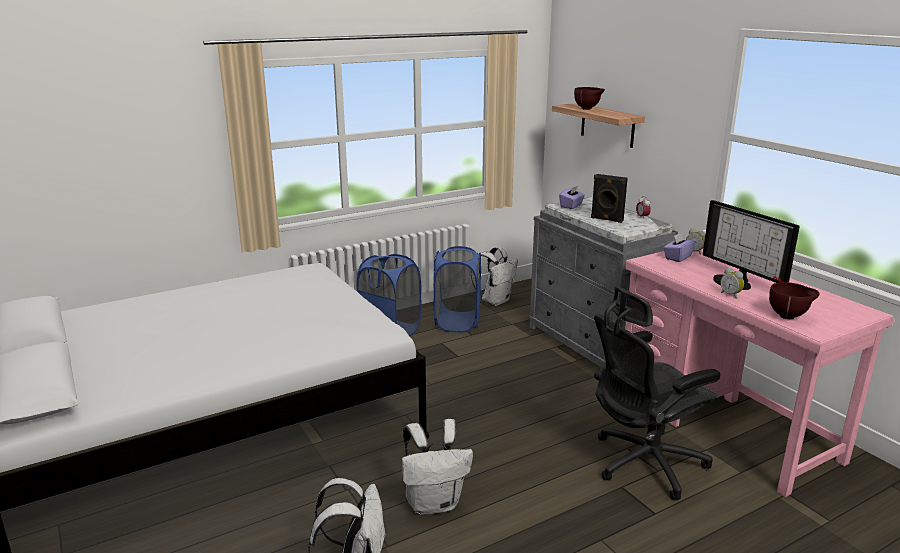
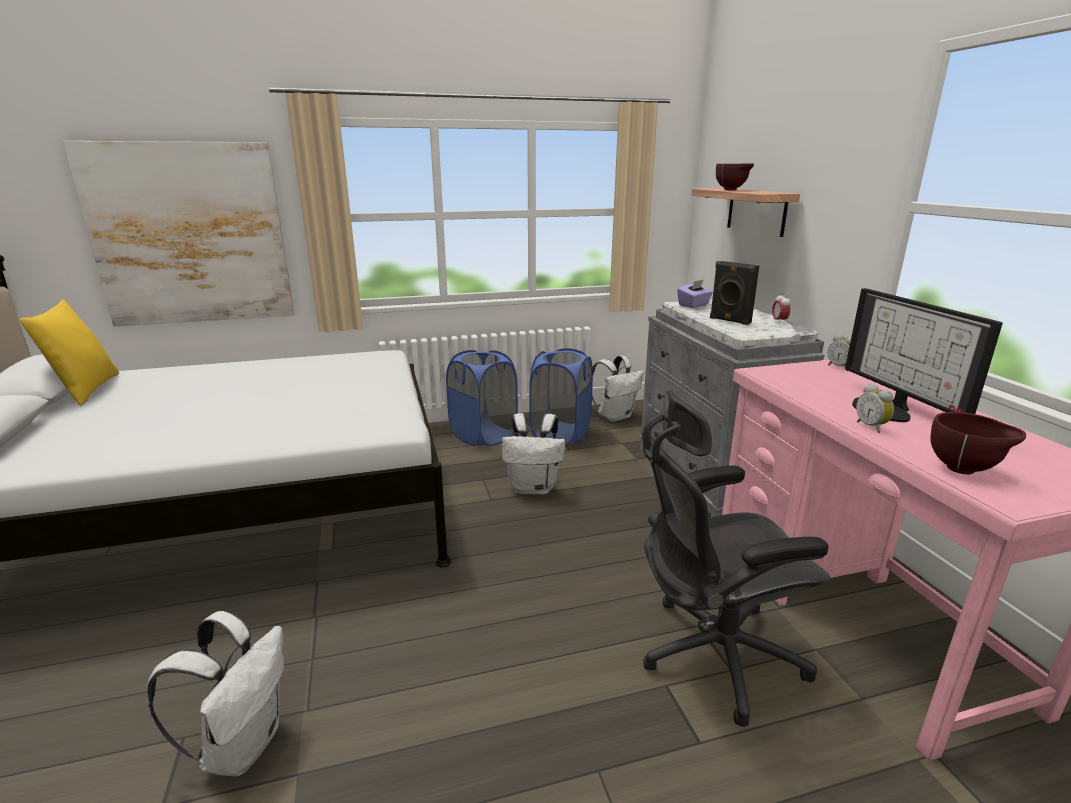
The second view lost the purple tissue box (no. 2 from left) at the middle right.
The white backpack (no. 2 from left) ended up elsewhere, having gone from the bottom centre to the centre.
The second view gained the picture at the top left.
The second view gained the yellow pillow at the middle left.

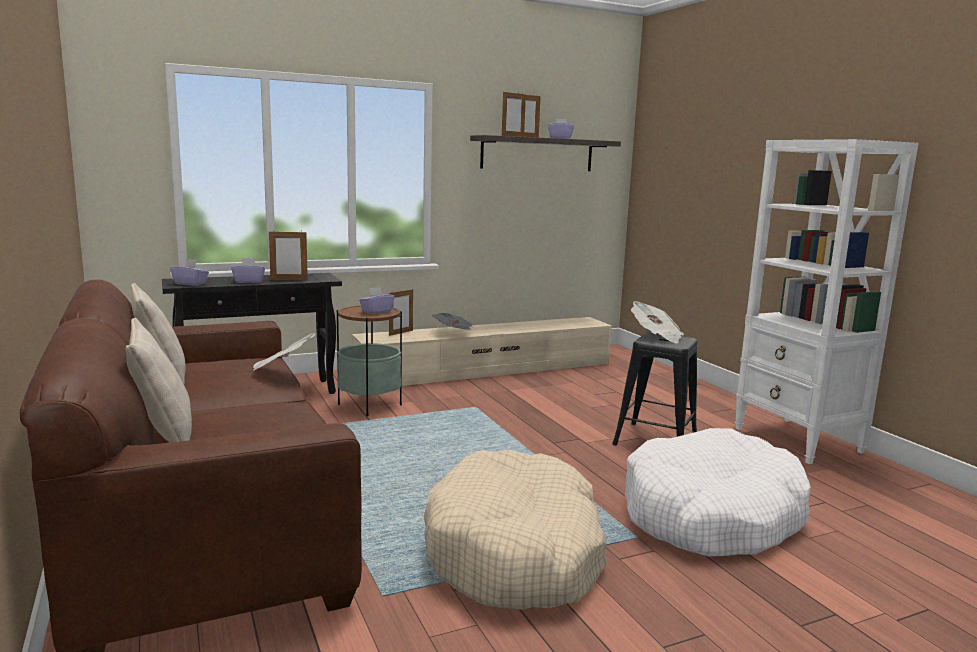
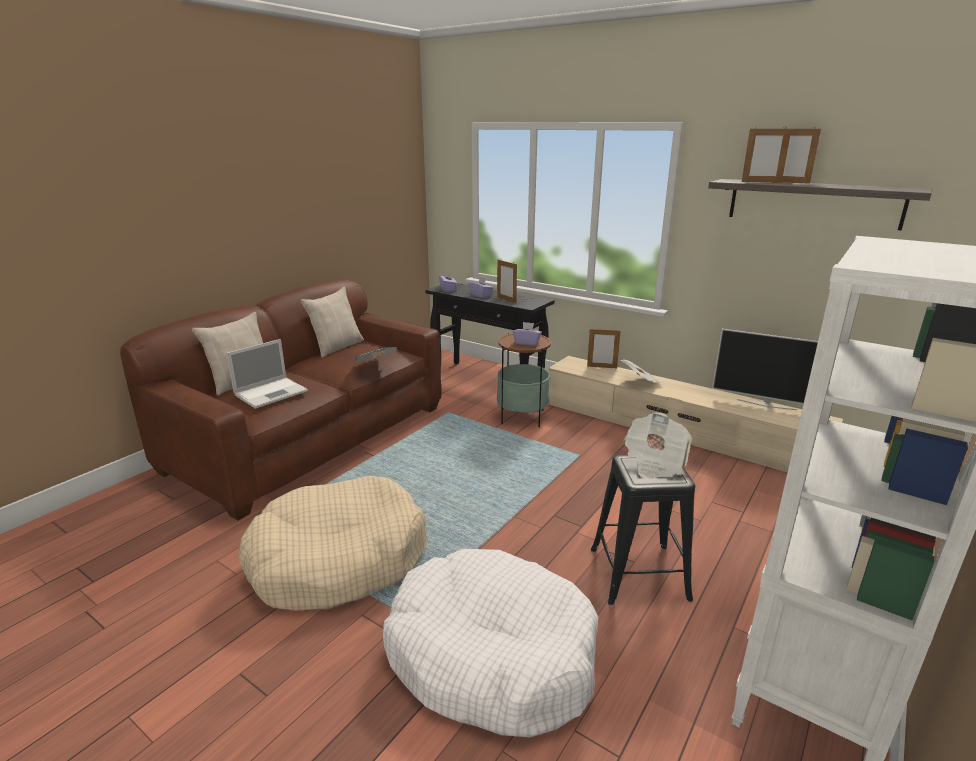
The second view lost the purple tissue box (no. 4 from left) at the top centre.
The second view gained the television at the middle right.
The second view gained the laptop at the middle left.

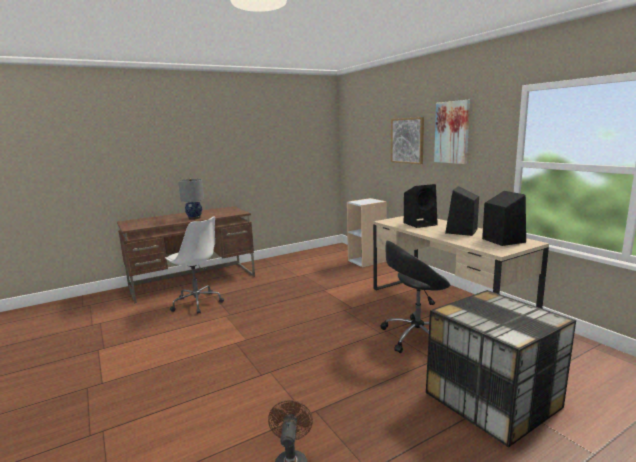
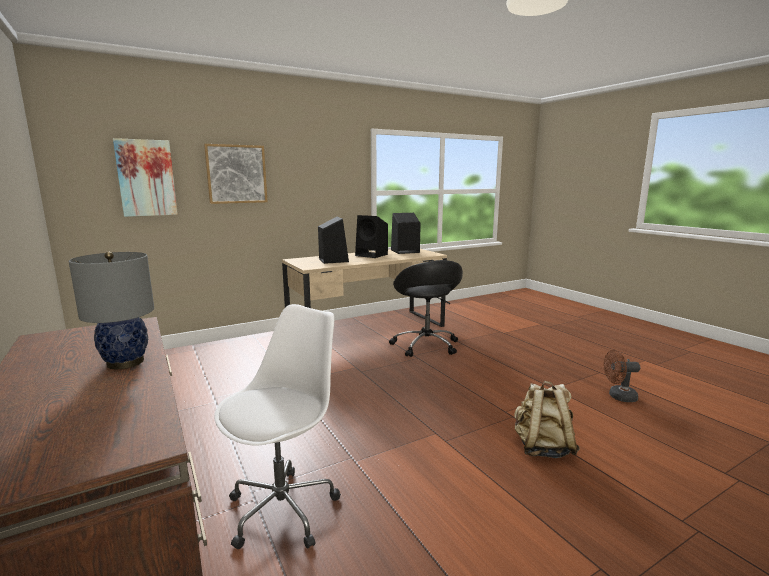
The picture (no. 2 from left in the first image) ended up elsewhere, having gone from the top right to the top left.
The second view lost the bookcase at the centre.
The second view lost the storage box at the bottom right.
The second view gained the beige backpack at the bottom right.

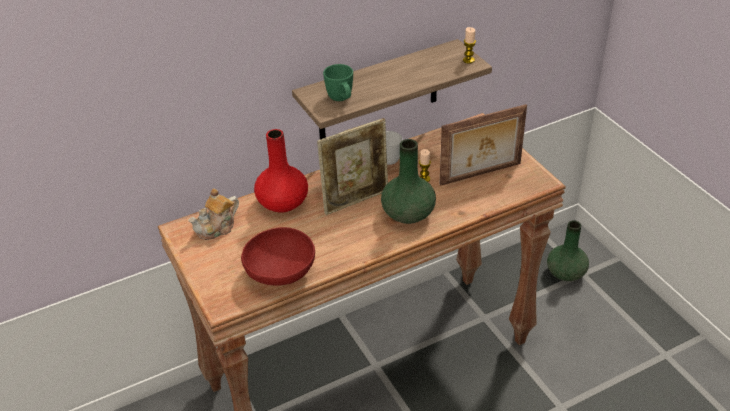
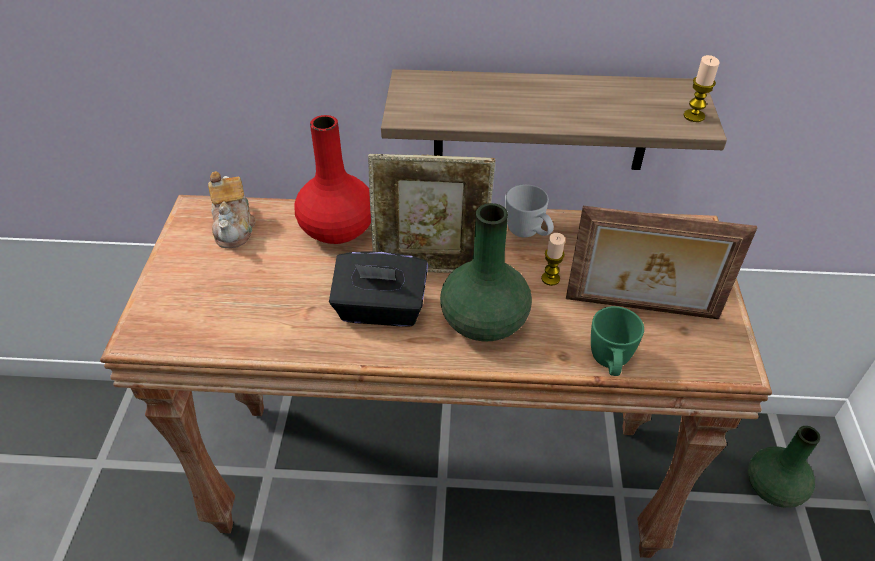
The green mug ended up elsewhere, having gone from the top centre to the middle right.
The teapot at the middle left ended up facing another way, 90 degrees counterclockwise from before.
The second view lost the red bowl at the centre.
The second view gained the black tissue box at the centre.

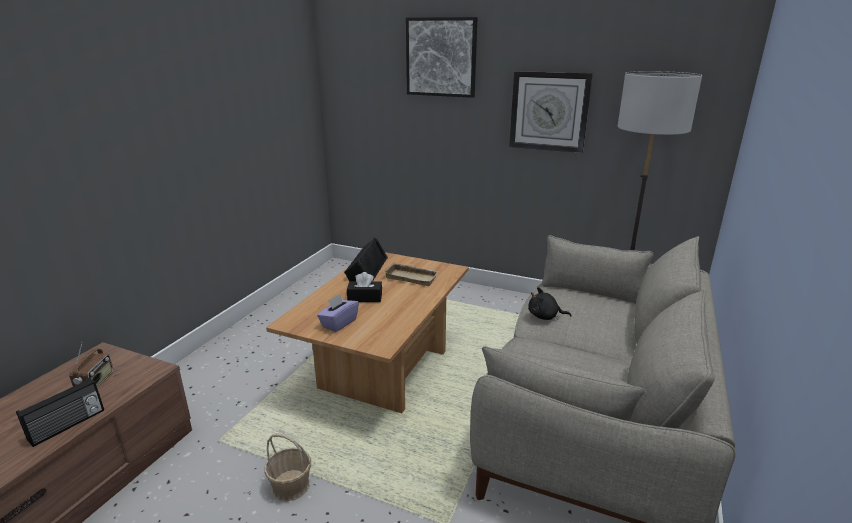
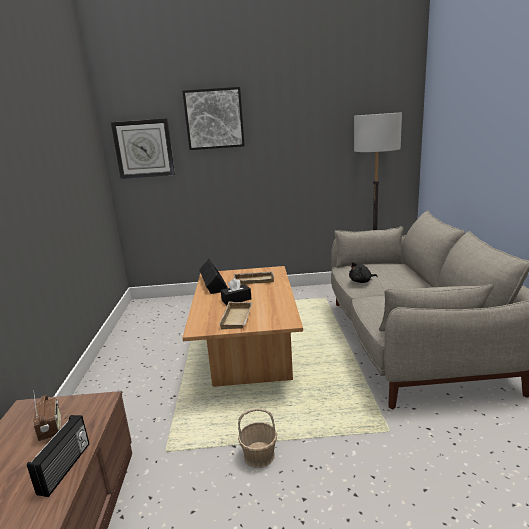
The wall clock ended up elsewhere, having gone from the top centre to the top left.
Where the purple tissue box stood at the centre, the beige tray (no. 1 from left) came to stand at the centre.

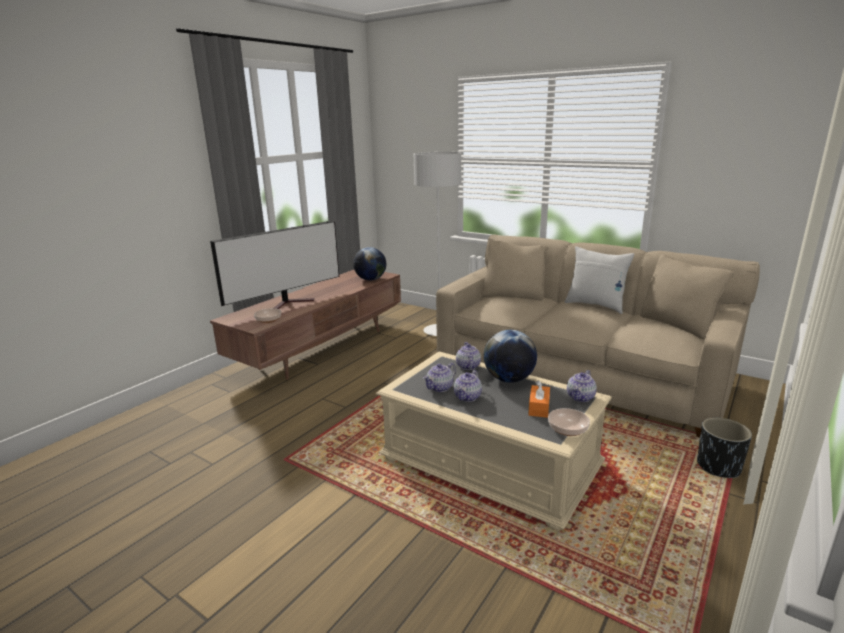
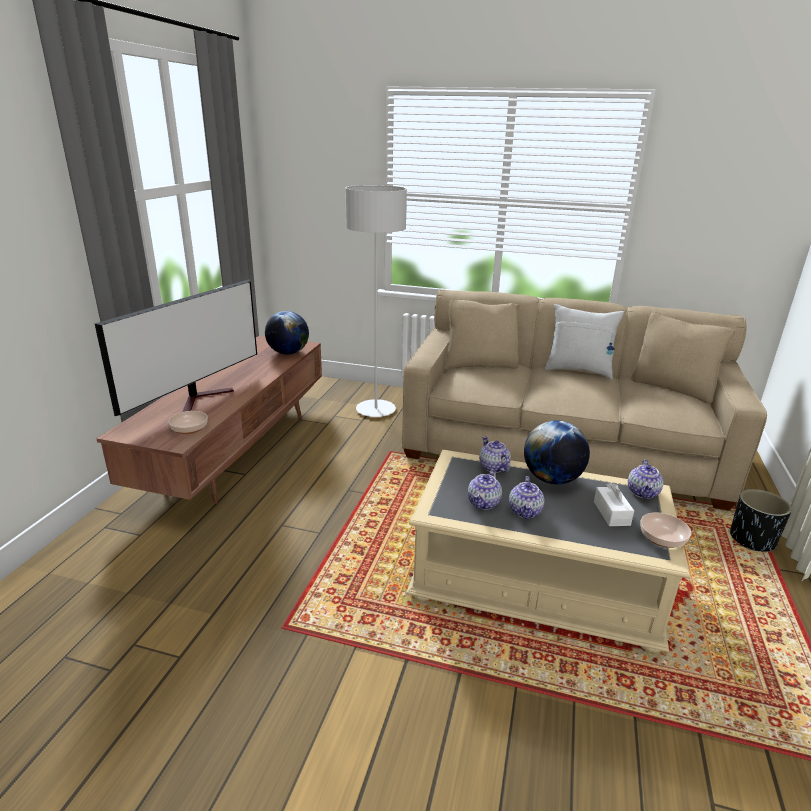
What was the orange tissue box at the centre turned into the white tissue box at the middle right.

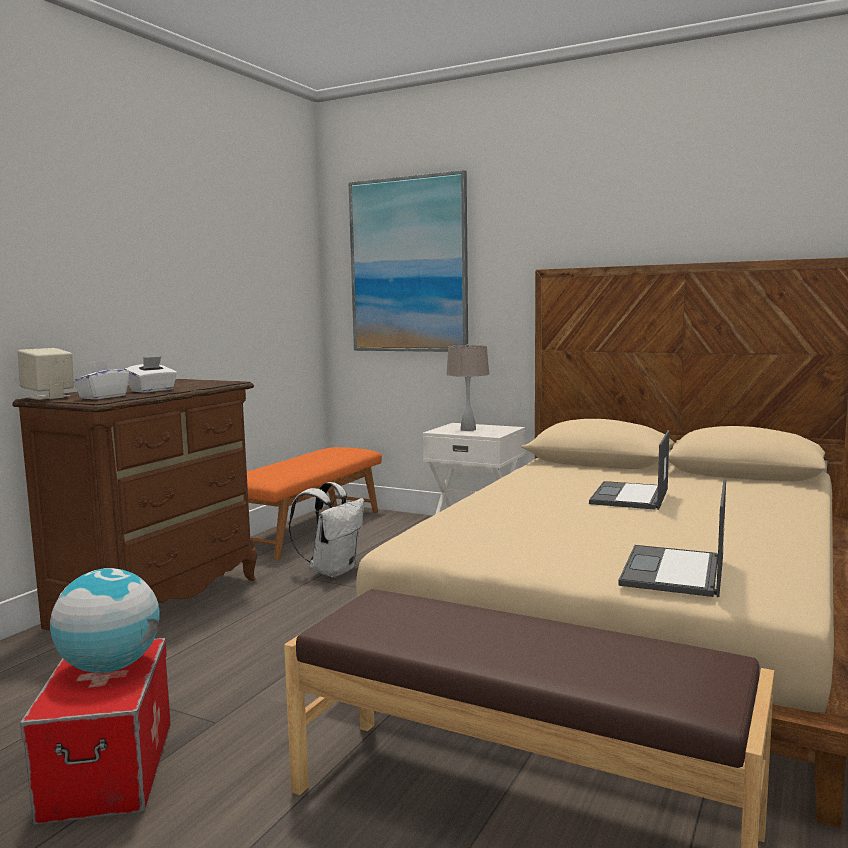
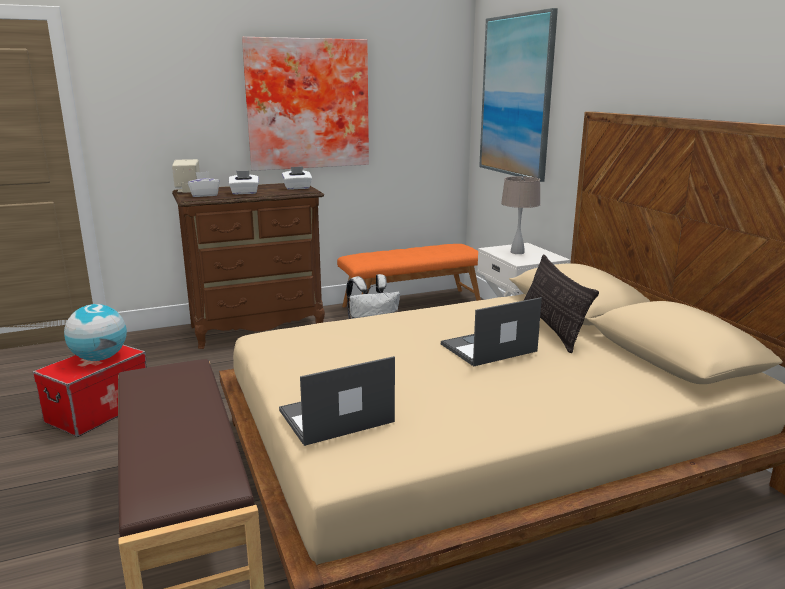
The second view gained the picture (no. 1 from left) at the top centre.
The second view gained the white tissue box (no. 3 from left) at the top centre.
The second view gained the pillow at the middle right.

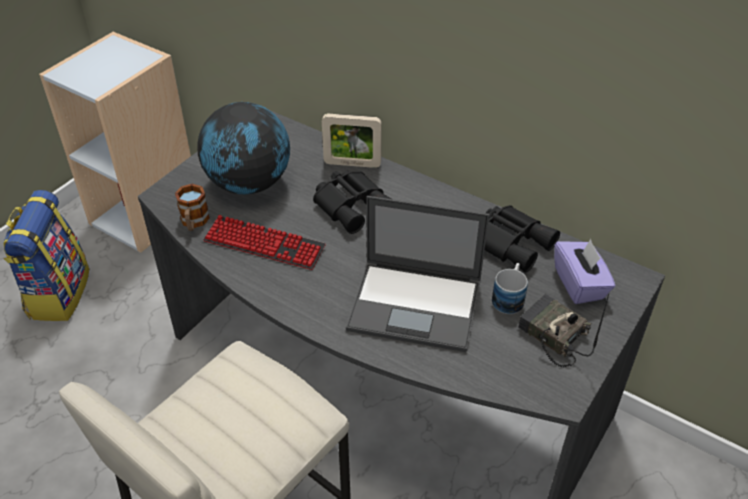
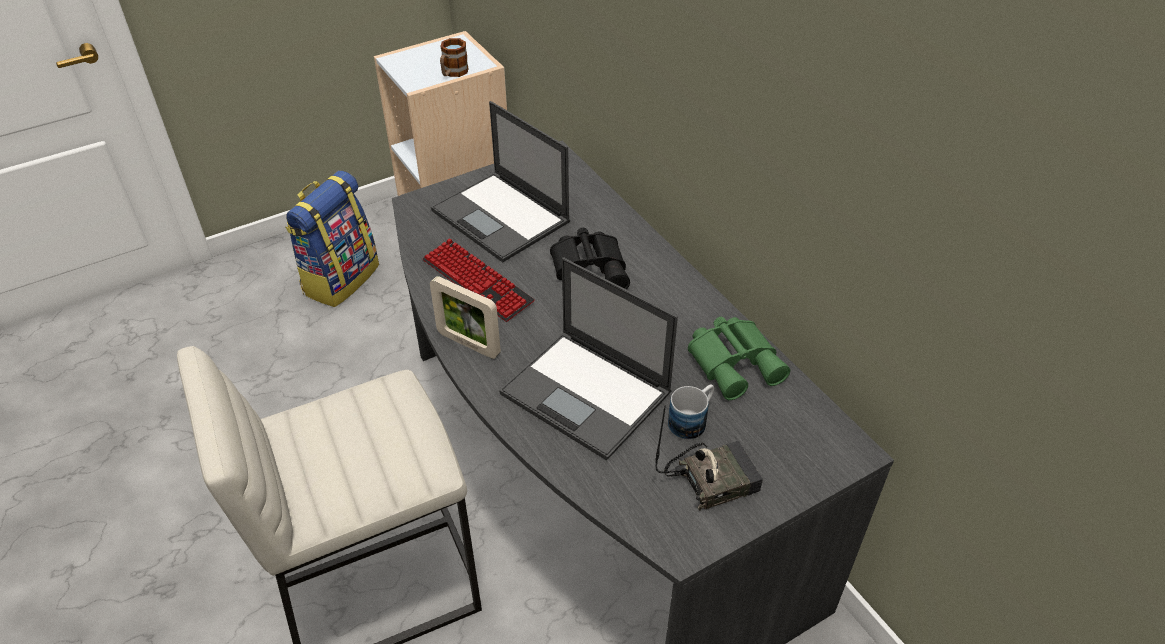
Where the globe stood at the top left, the laptop (no. 1 from left) came to stand at the top centre.
The picture frame ended up elsewhere, having gone from the top centre to the centre.
The mug (no. 1 from left) ended up elsewhere, having gone from the middle left to the top centre.
What was the black binoculars (no. 2 from left) at the middle right turned into the green binoculars at the centre.
The second view lost the purple tissue box at the middle right.
The radio at the middle right ended up facing another way, 90 degrees clockwise from before.

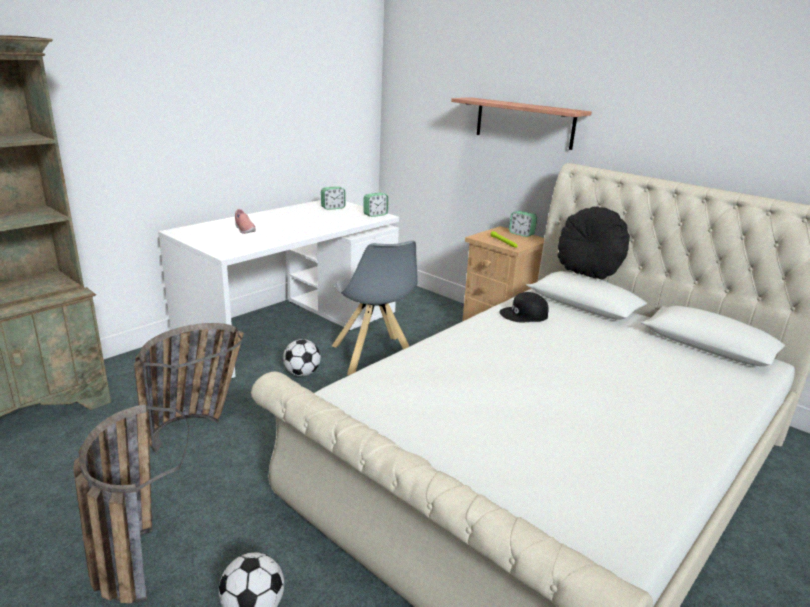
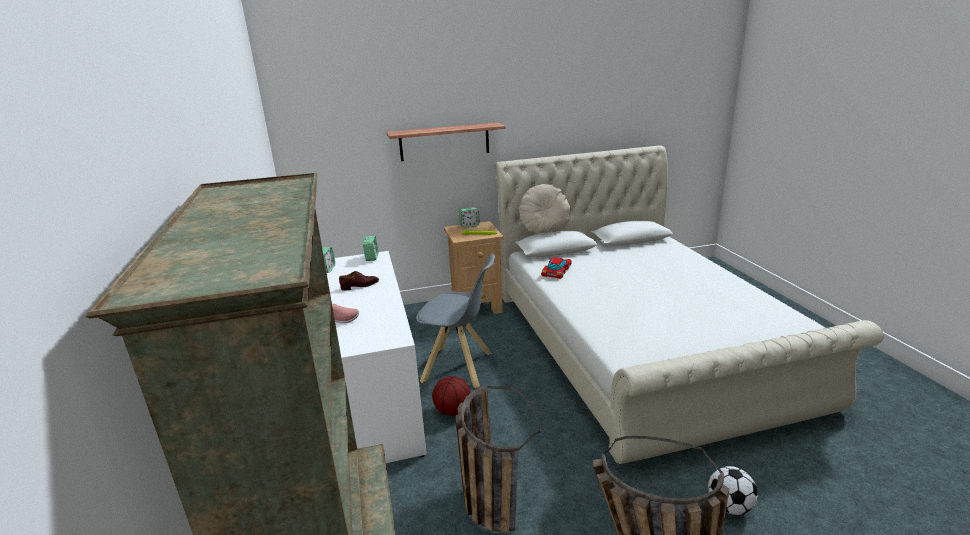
What was the black pillow at the middle right turned into the beige pillow at the centre.
Where the black cap stood at the centre, the toy car came to stand at the centre.
Where the football (no. 2 from left) stood at the centre, the basketball came to stand at the bottom centre.
The second view gained the brown shoe at the centre.

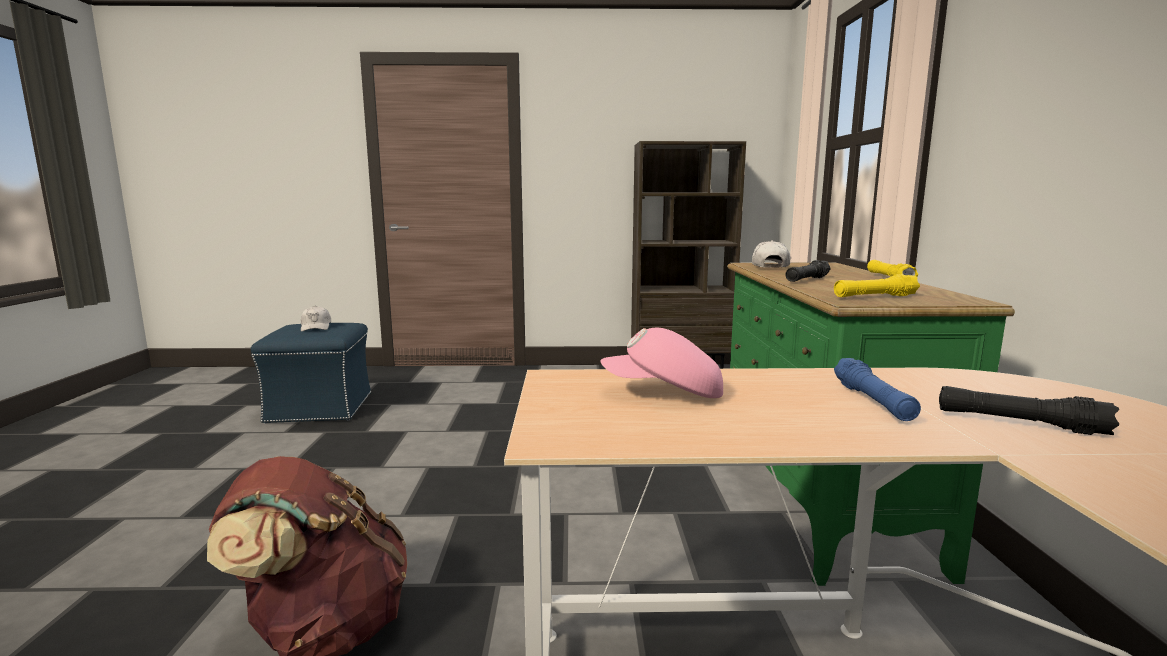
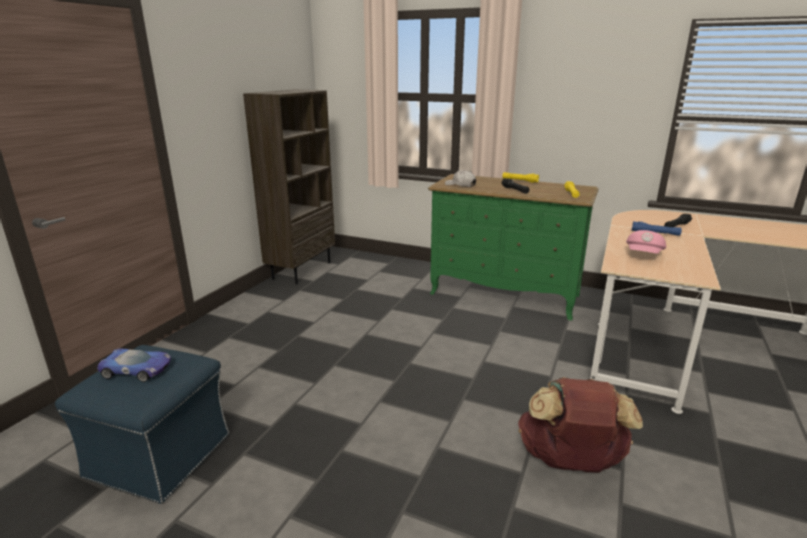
Where the white cap (no. 1 from left) stood at the middle left, the toy car came to stand at the bottom left.

